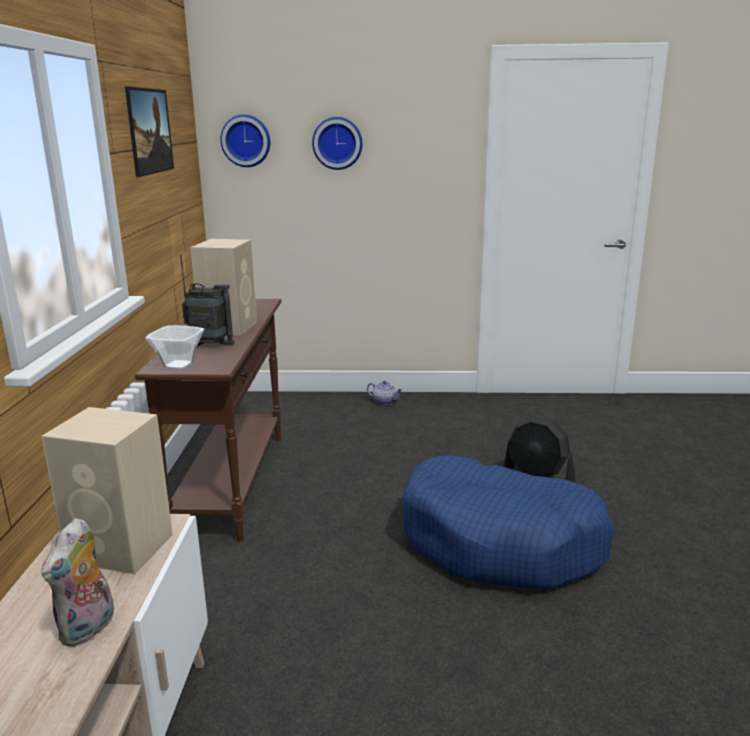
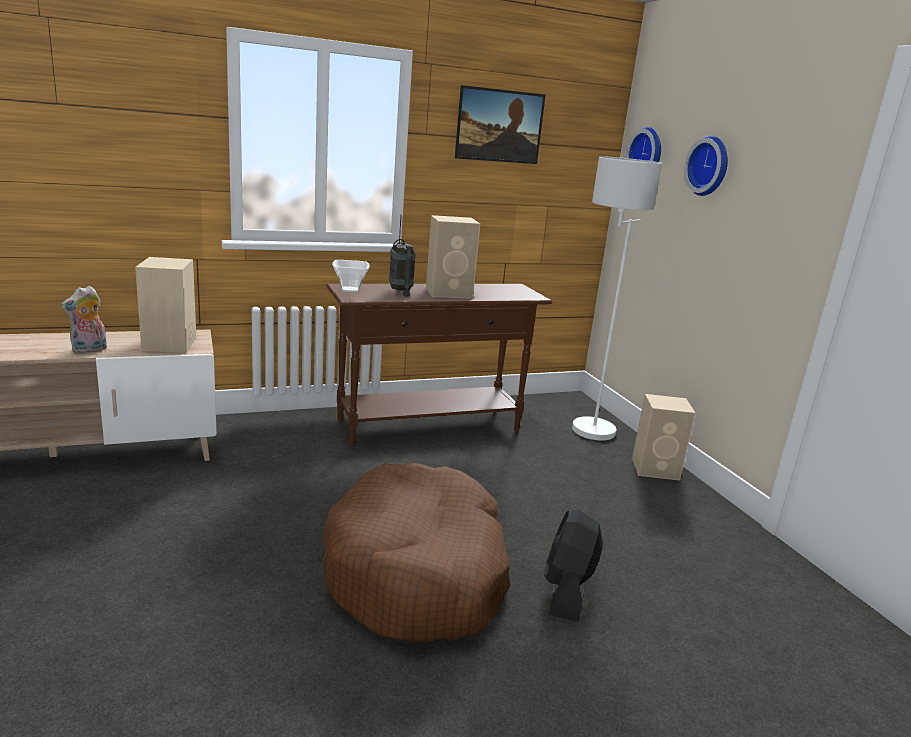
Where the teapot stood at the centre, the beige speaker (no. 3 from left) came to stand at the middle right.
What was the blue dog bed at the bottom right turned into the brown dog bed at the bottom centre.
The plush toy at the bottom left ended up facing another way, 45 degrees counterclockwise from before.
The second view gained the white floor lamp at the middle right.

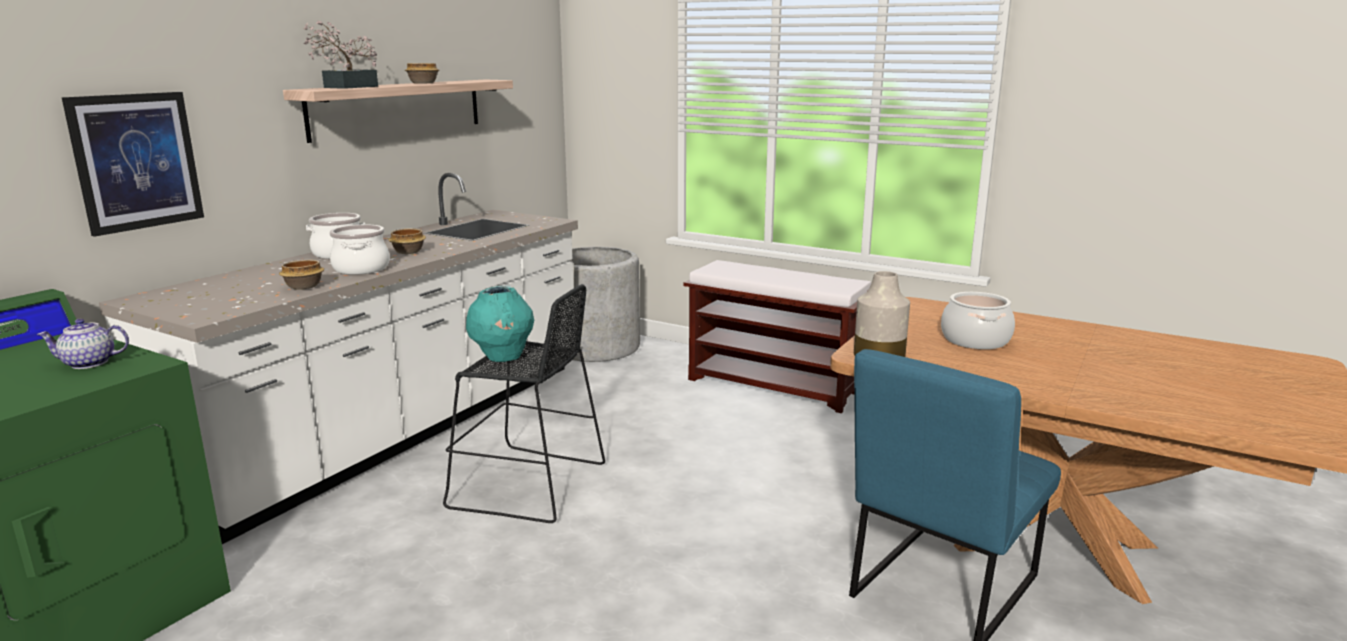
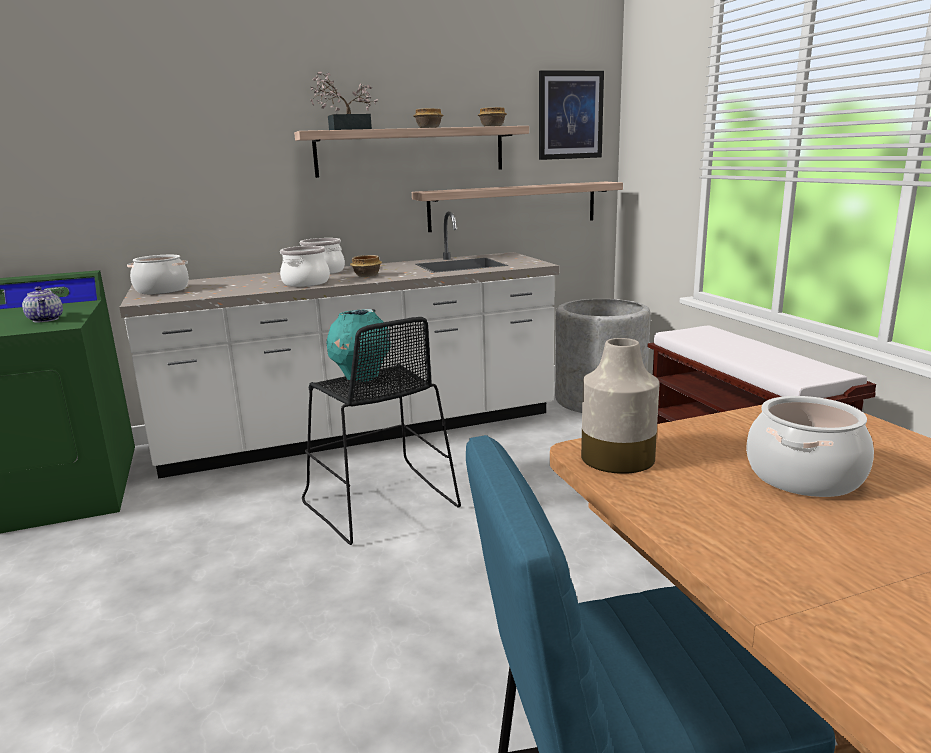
The picture ended up elsewhere, having gone from the top left to the top centre.
The bowl (no. 1 from left in the first image) ended up elsewhere, having gone from the middle left to the top centre.
The teapot at the middle left ended up facing another way, 150 degrees counterclockwise from before.
The second view gained the shelf (no. 2 from left) at the top centre.
The second view gained the cooking pot (no. 1 from left) at the middle left.

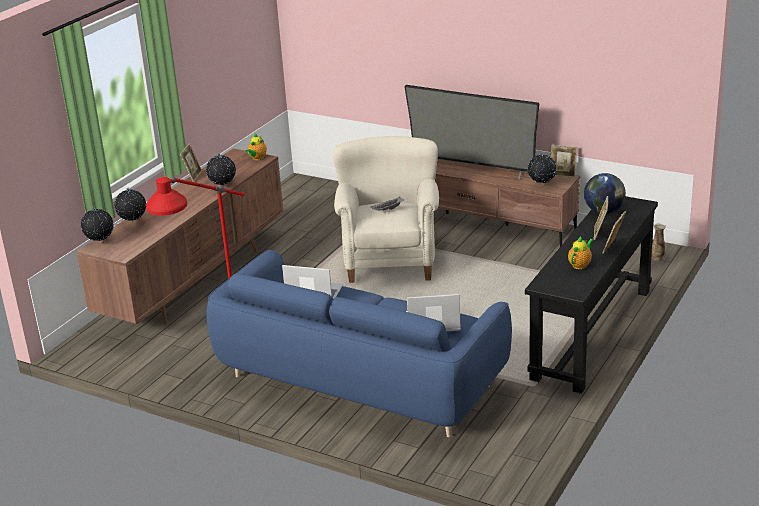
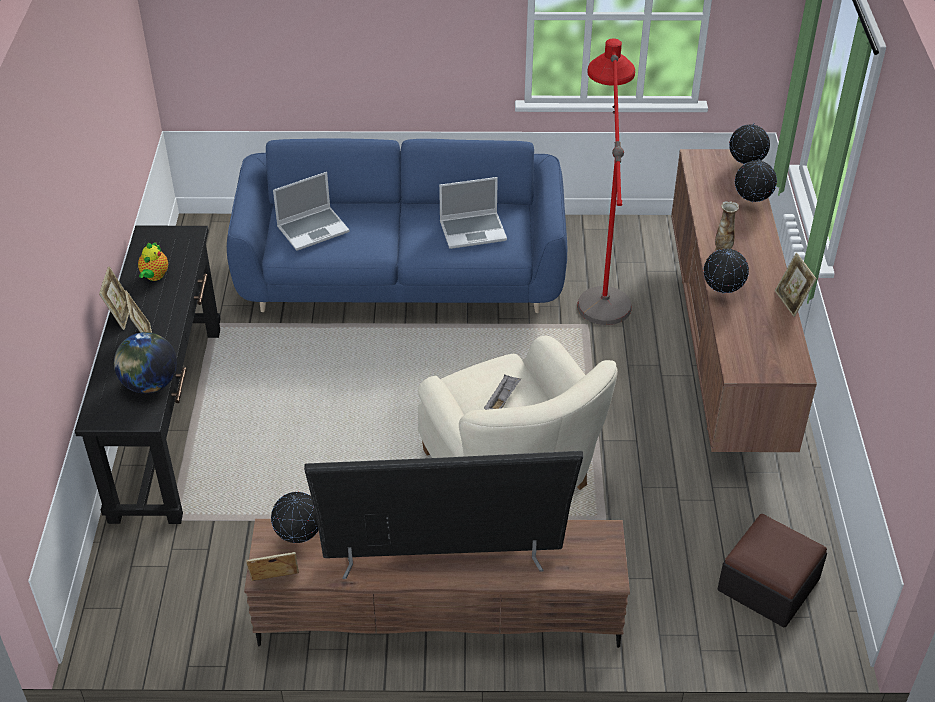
The second view lost the teapot (no. 1 from left) at the top centre.
The vase ended up elsewhere, having gone from the middle right to the top right.
The second view gained the ottoman at the bottom right.

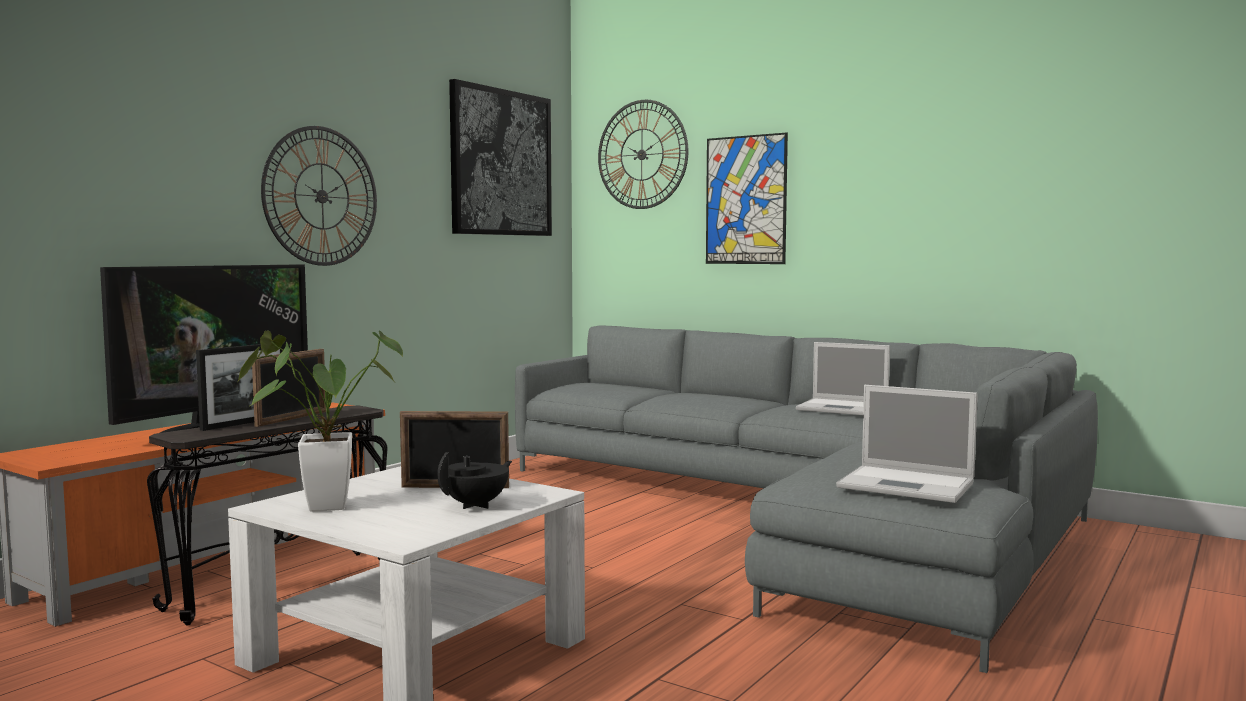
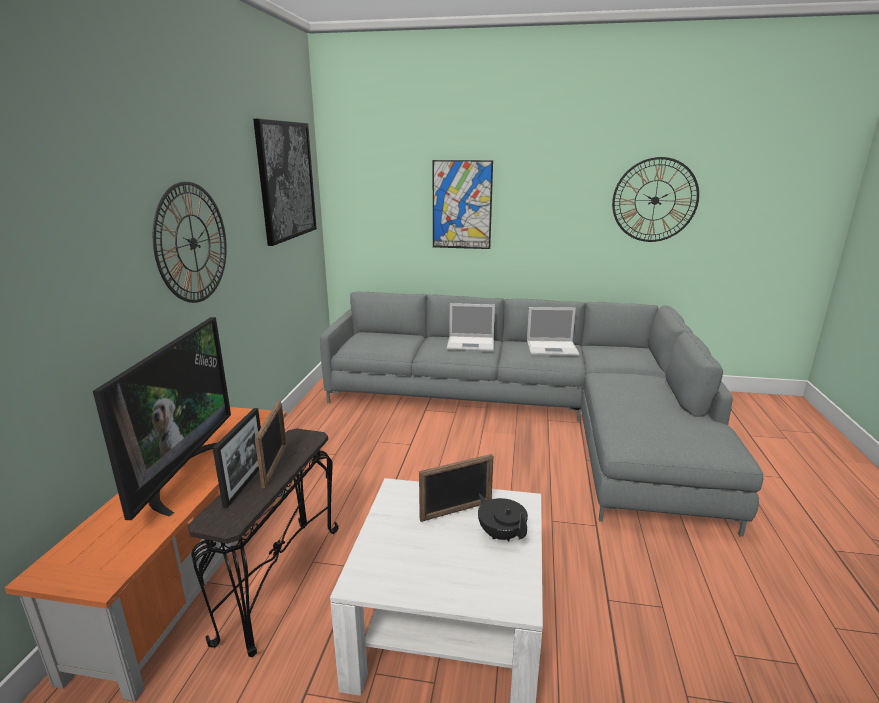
The wall clock (no. 2 from left) ended up elsewhere, having gone from the top centre to the top right.
The second view lost the potted plant at the middle left.
The laptop (no. 2 from left in the first image) ended up elsewhere, having gone from the middle right to the centre.
The black teapot at the bottom centre ended up facing another way, 45 degrees counterclockwise from before.

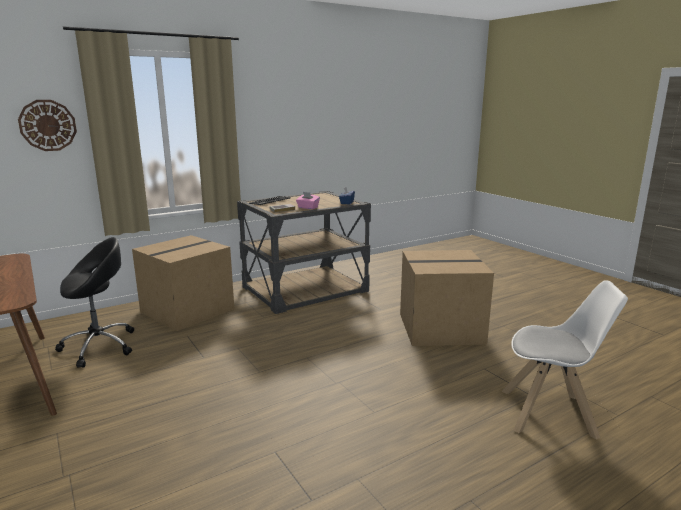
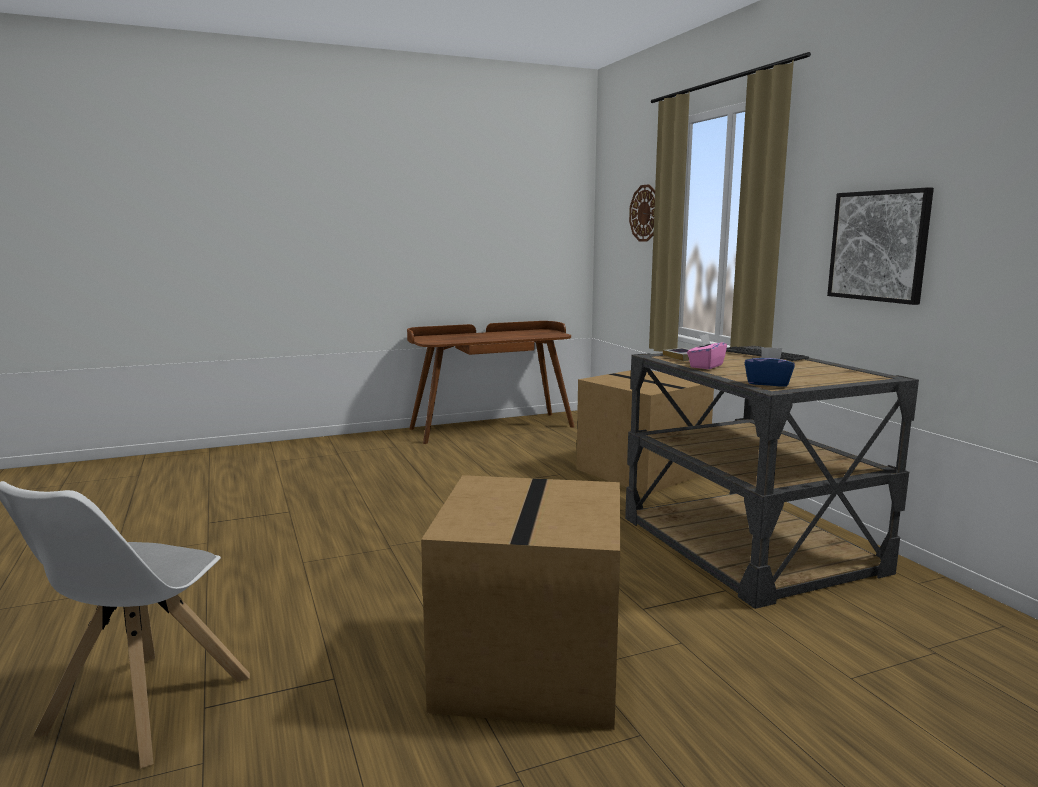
The second view lost the black office chair at the middle left.
The second view gained the picture at the top right.

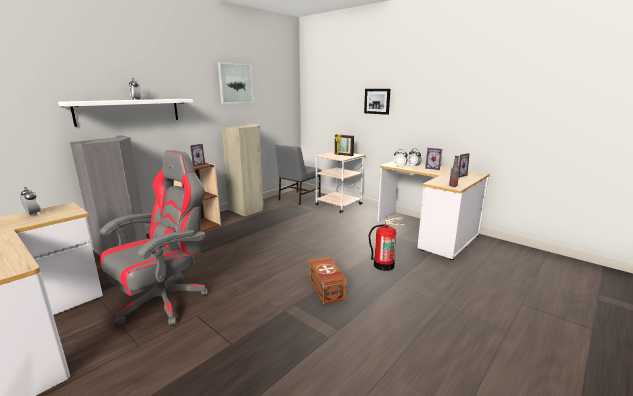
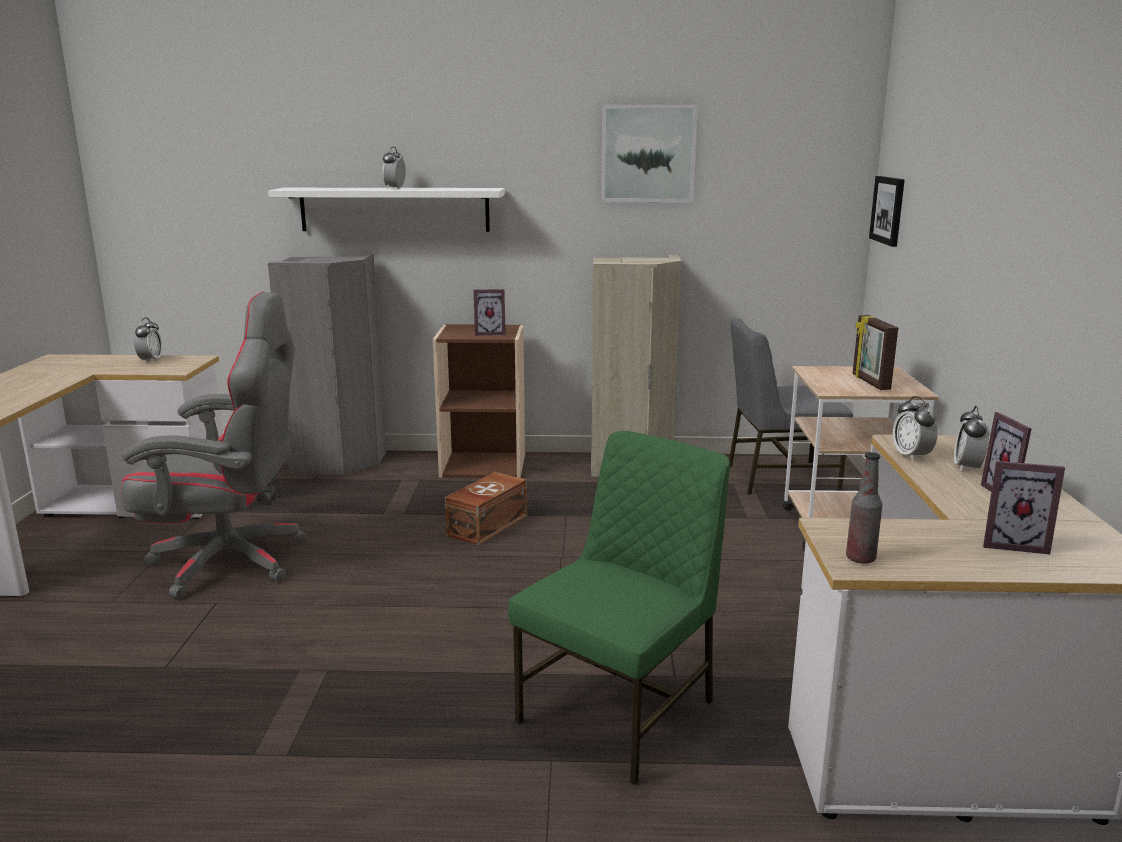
The picture (no. 2 from left) ended up elsewhere, having gone from the top centre to the top right.
Where the fire extinguisher stood at the centre, the green chair came to stand at the bottom centre.
The brown storage box ended up elsewhere, having gone from the bottom centre to the centre.

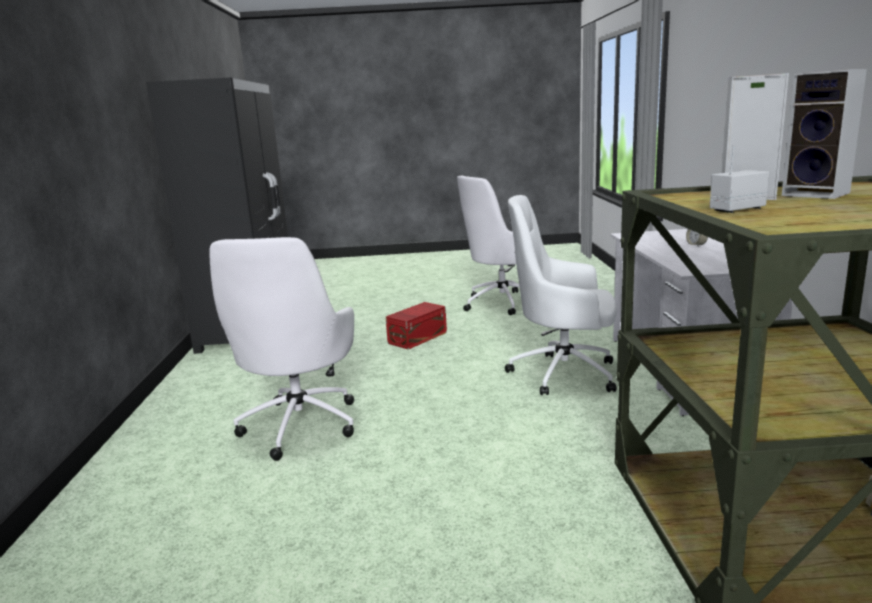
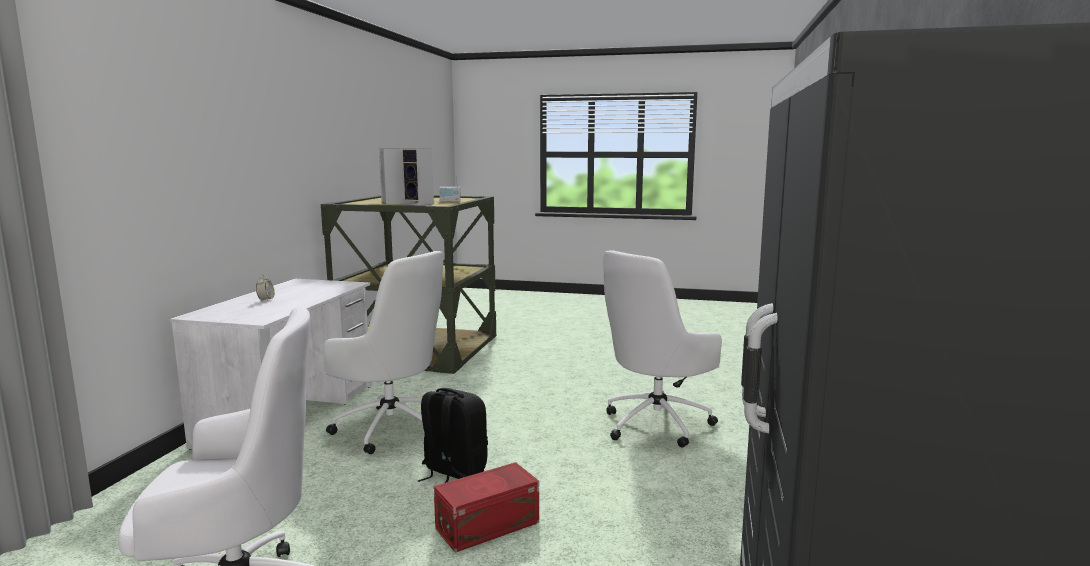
The white office chair (no. 1 from left in the first image) at the middle left ended up facing another way, 150 degrees counterclockwise from before.
The second view gained the black backpack at the bottom centre.

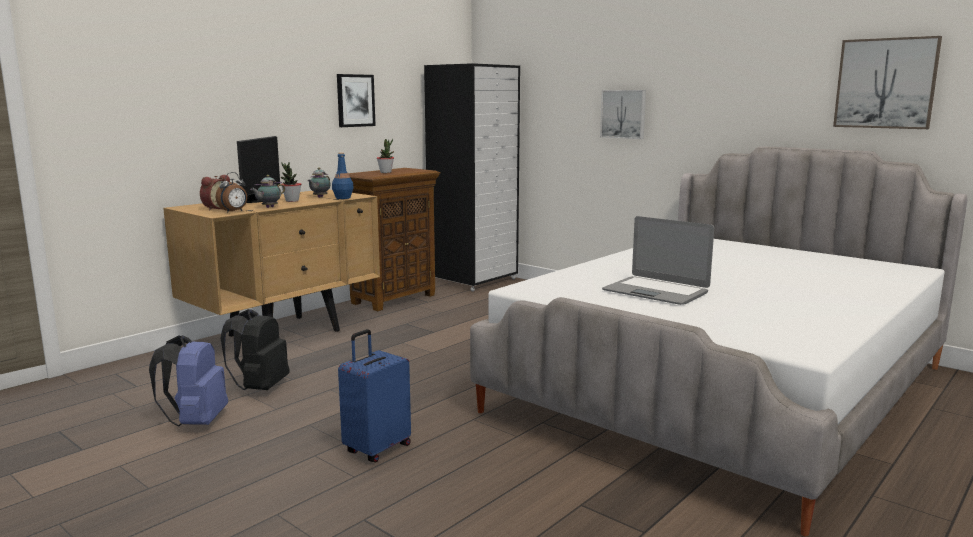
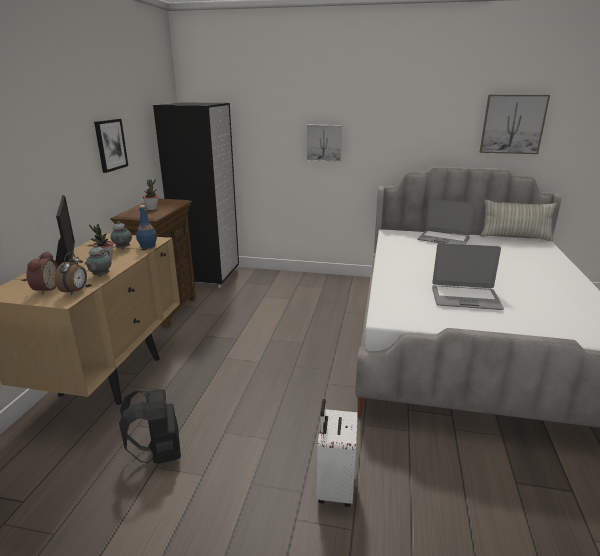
What was the blue suitcase at the bottom centre turned into the white suitcase at the bottom centre.
The second view lost the blue backpack at the bottom left.
The second view gained the laptop (no. 1 from left) at the middle right.
The second view gained the pillow at the middle right.

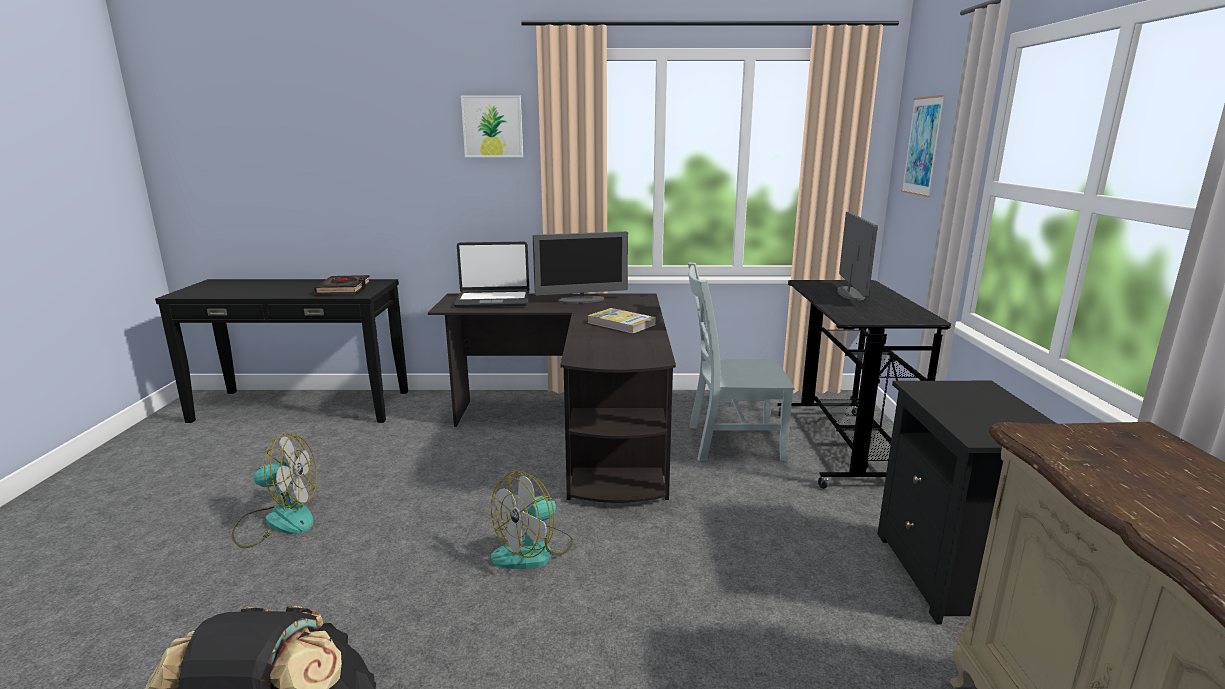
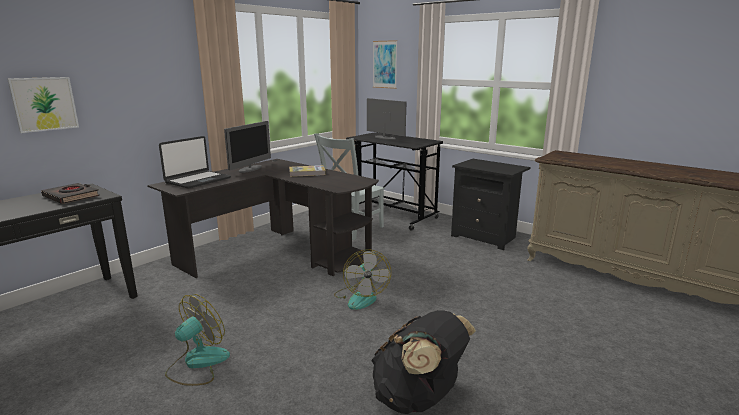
The picture (no. 1 from left) ended up elsewhere, having gone from the top centre to the top left.

